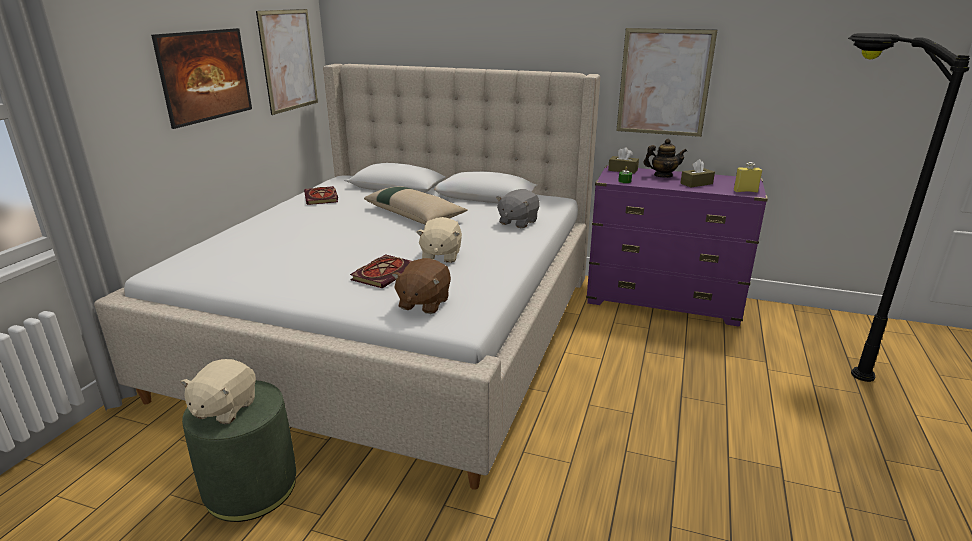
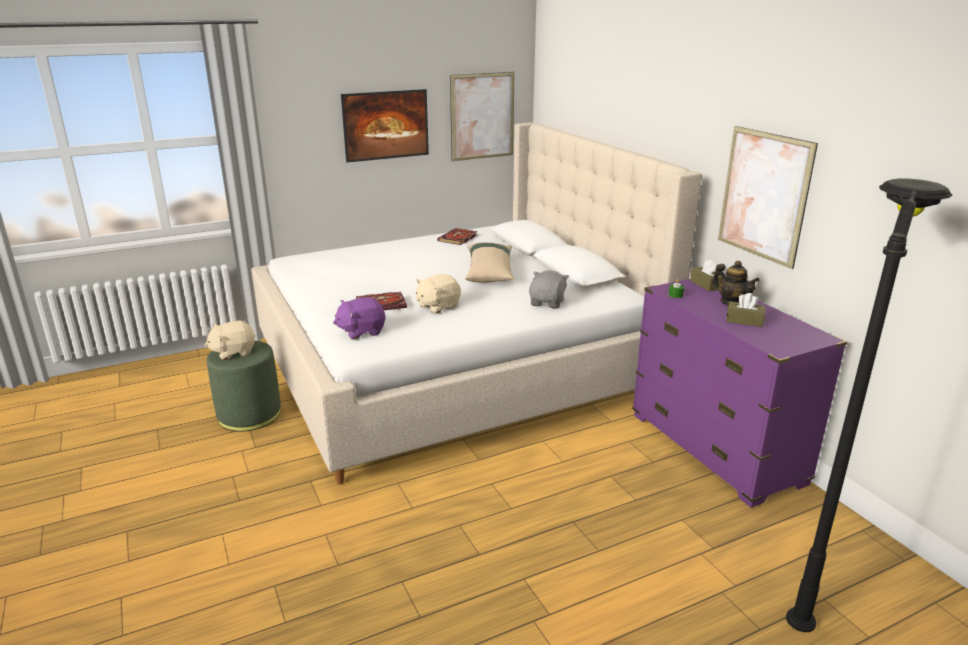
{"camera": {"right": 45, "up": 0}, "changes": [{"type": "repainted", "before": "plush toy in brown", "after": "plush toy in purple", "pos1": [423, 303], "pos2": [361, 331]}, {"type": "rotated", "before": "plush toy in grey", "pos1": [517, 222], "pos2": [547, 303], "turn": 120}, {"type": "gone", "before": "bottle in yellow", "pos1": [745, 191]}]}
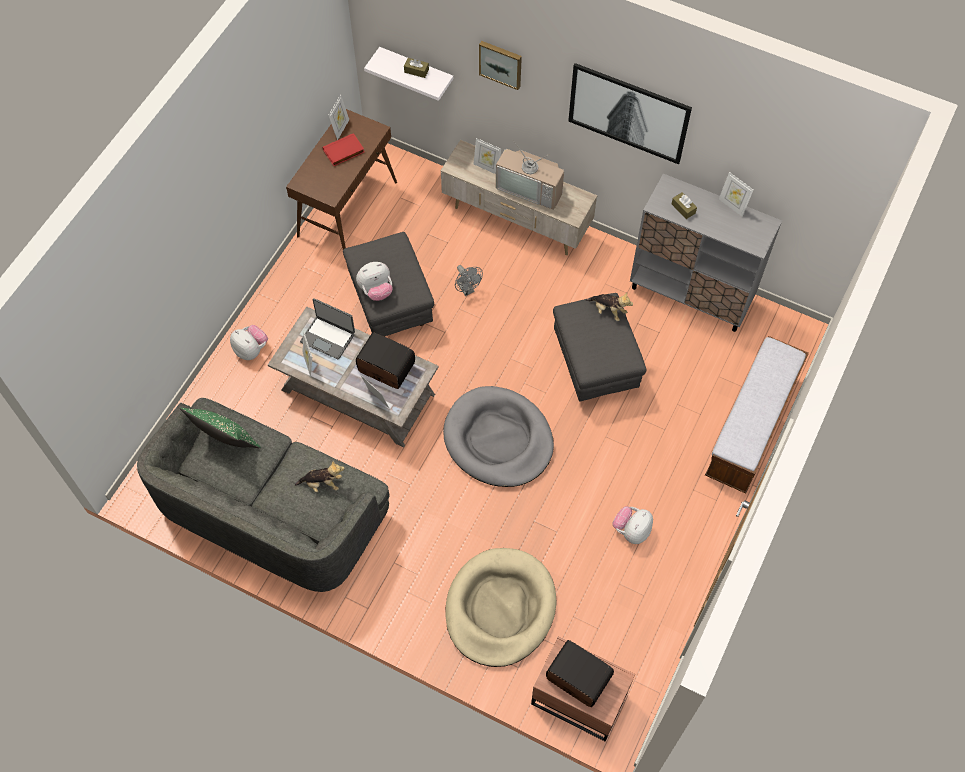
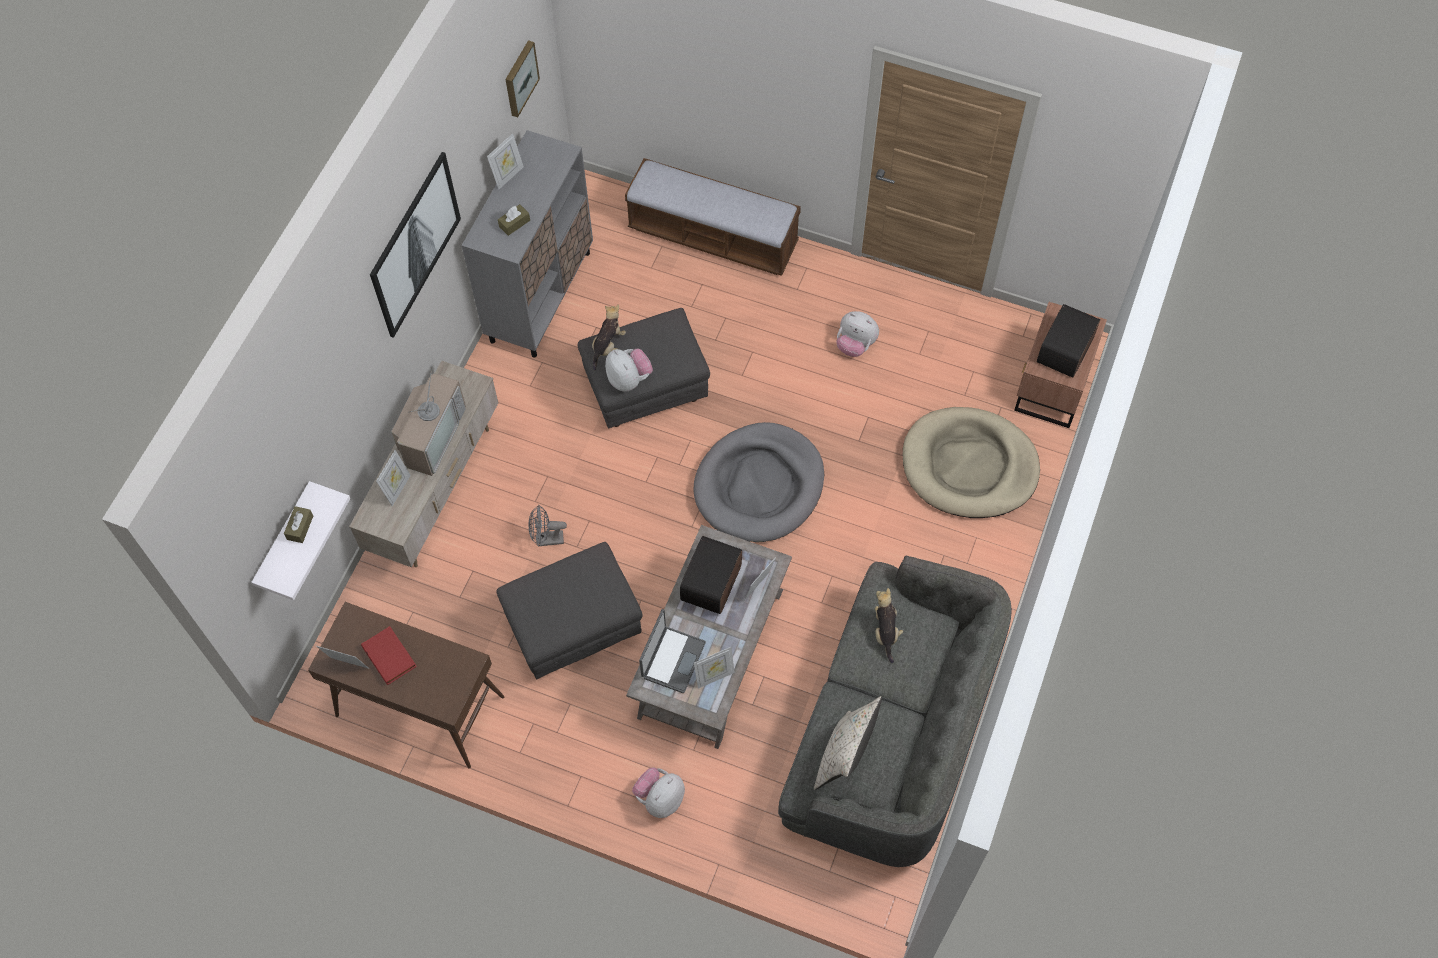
{"camera": {"right": -95, "up": 0}, "changes": [{"type": "shifted", "before": "picture", "pos1": [501, 63], "pos2": [519, 78]}, {"type": "rotated", "before": "fan in grey", "pos1": [467, 289], "pos2": [547, 540], "turn": -150}, {"type": "shifted", "before": "plush toy", "pos1": [376, 290], "pos2": [629, 379]}, {"type": "repainted", "before": "pillow in green", "after": "pillow in beige", "pos1": [226, 441], "pos2": [845, 756]}]}
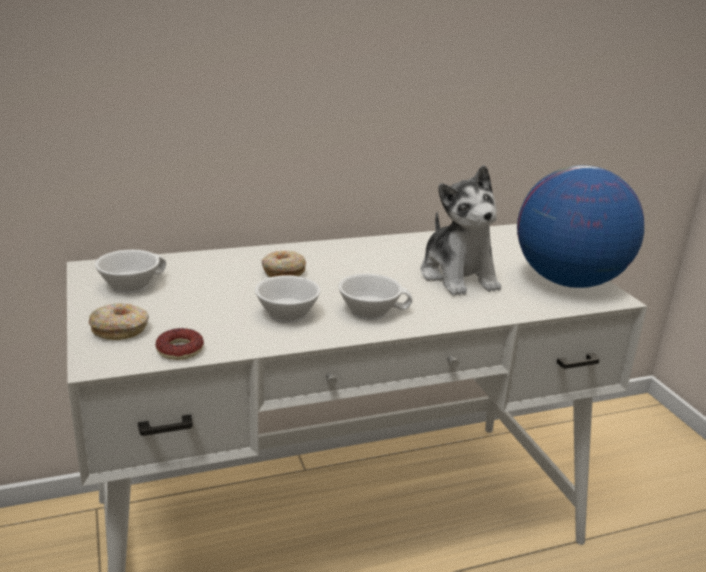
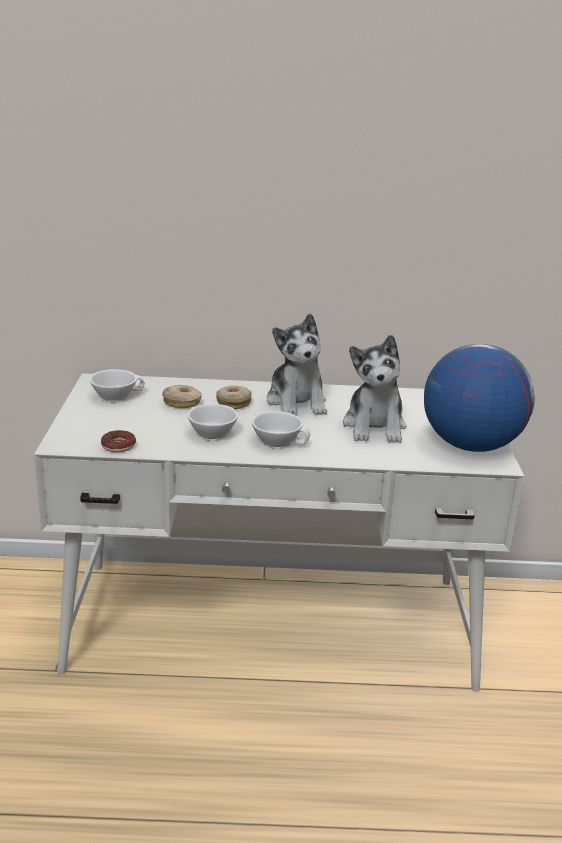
{"camera": {"right": 20, "up": 0}, "changes": [{"type": "shifted", "before": "donut", "pos1": [120, 329], "pos2": [182, 402]}, {"type": "new", "after": "plush toy", "pos2": [297, 402]}]}
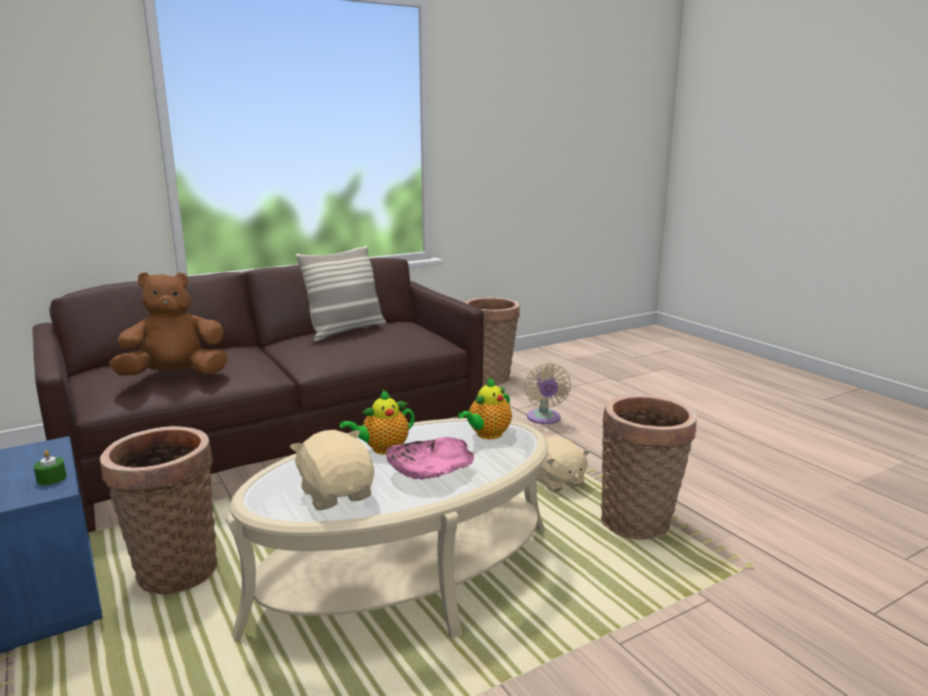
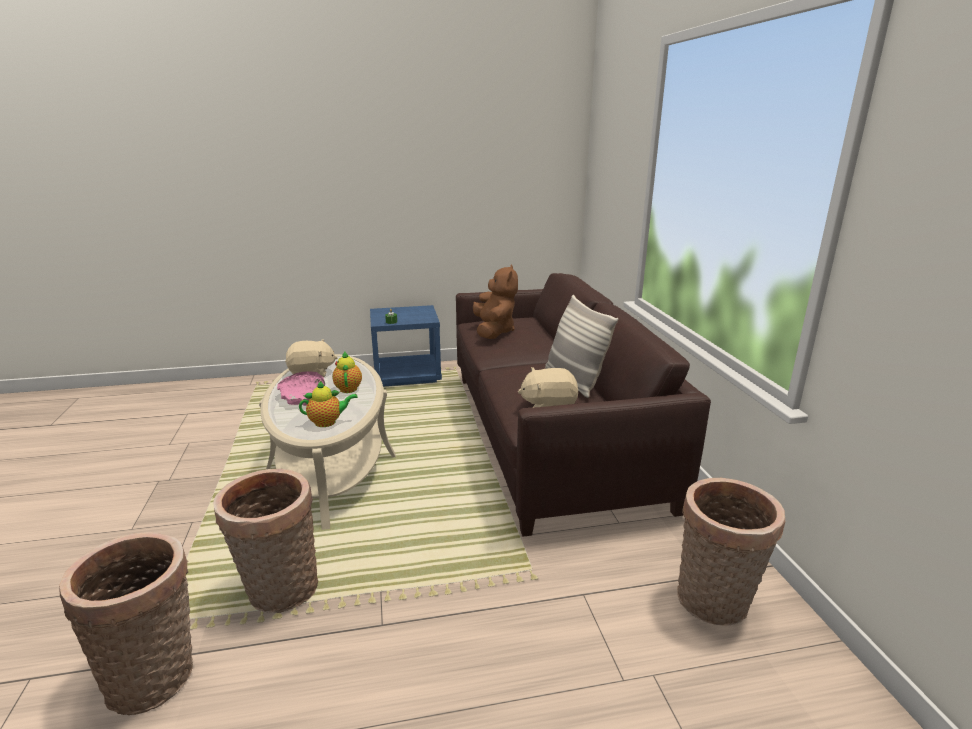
{"camera": {"right": 110, "up": 5}, "changes": [{"type": "shifted", "before": "basket", "pos1": [173, 569], "pos2": [156, 675]}, {"type": "rotated", "before": "teapot", "pos1": [487, 435], "pos2": [328, 422], "turn": 105}, {"type": "shifted", "before": "plush toy in beige", "pos1": [557, 481], "pos2": [548, 406]}, {"type": "gone", "before": "fan in beige", "pos1": [544, 419]}]}
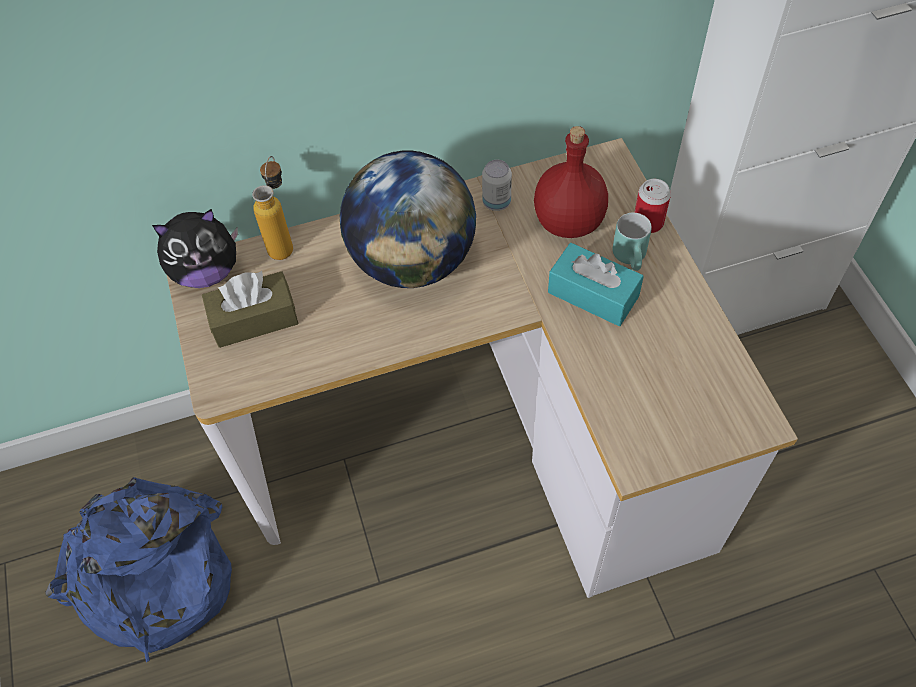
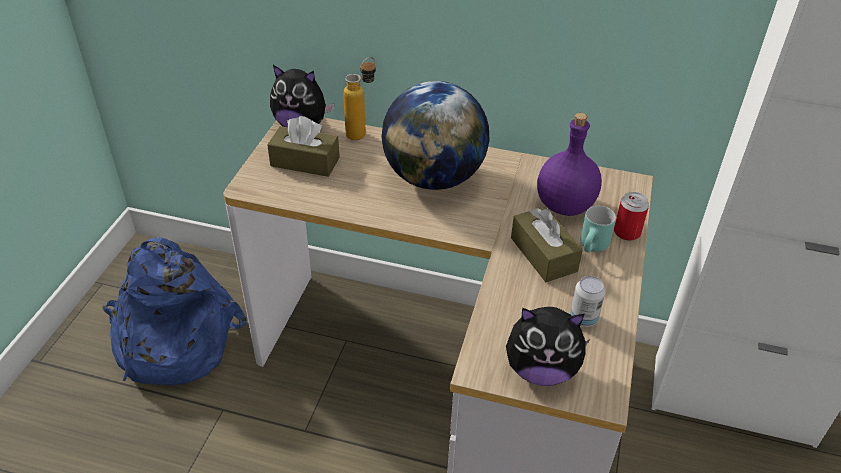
{"camera": {"right": 30, "up": -15}, "changes": [{"type": "new", "after": "plush toy", "pos2": [541, 370]}, {"type": "repainted", "before": "tissue box in turquoise", "after": "tissue box in brown", "pos1": [593, 294], "pos2": [543, 254]}, {"type": "repainted", "before": "bottle in red", "after": "bottle in purple", "pos1": [567, 222], "pos2": [564, 205]}, {"type": "shifted", "before": "can", "pos1": [496, 202], "pos2": [583, 318]}]}
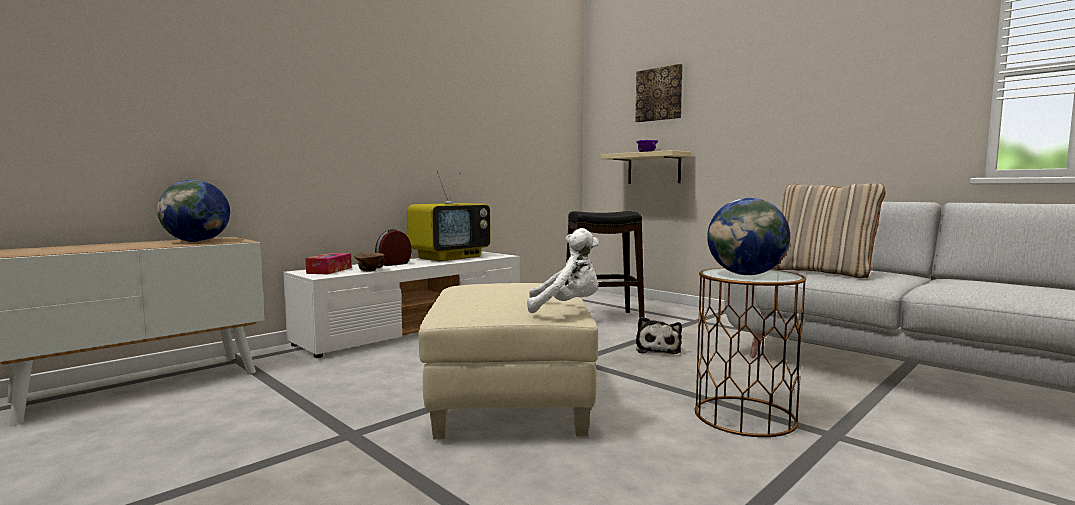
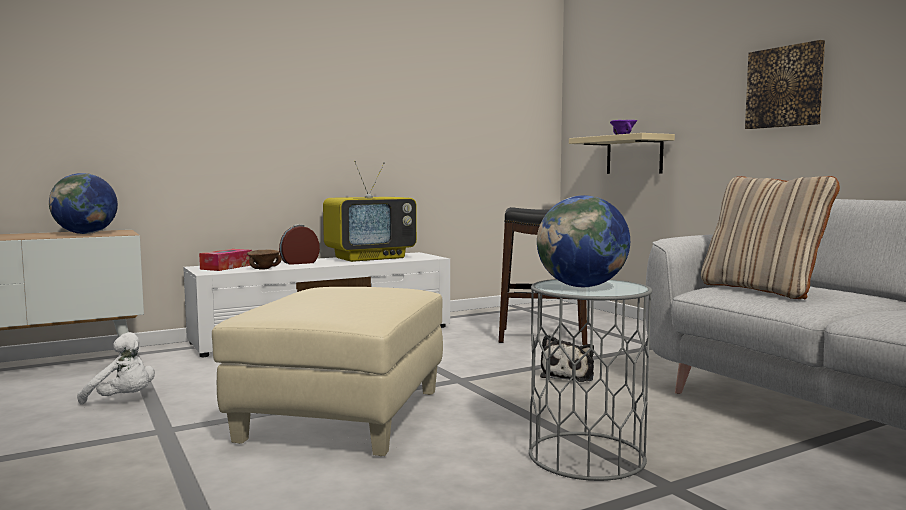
{"camera": {"right": 15, "up": 0}, "changes": [{"type": "shifted", "before": "plush toy in white", "pos1": [566, 307], "pos2": [123, 400]}, {"type": "repainted", "before": "side table in brown", "after": "side table in grey", "pos1": [745, 416], "pos2": [587, 456]}, {"type": "shifted", "before": "picture", "pos1": [659, 94], "pos2": [785, 87]}]}
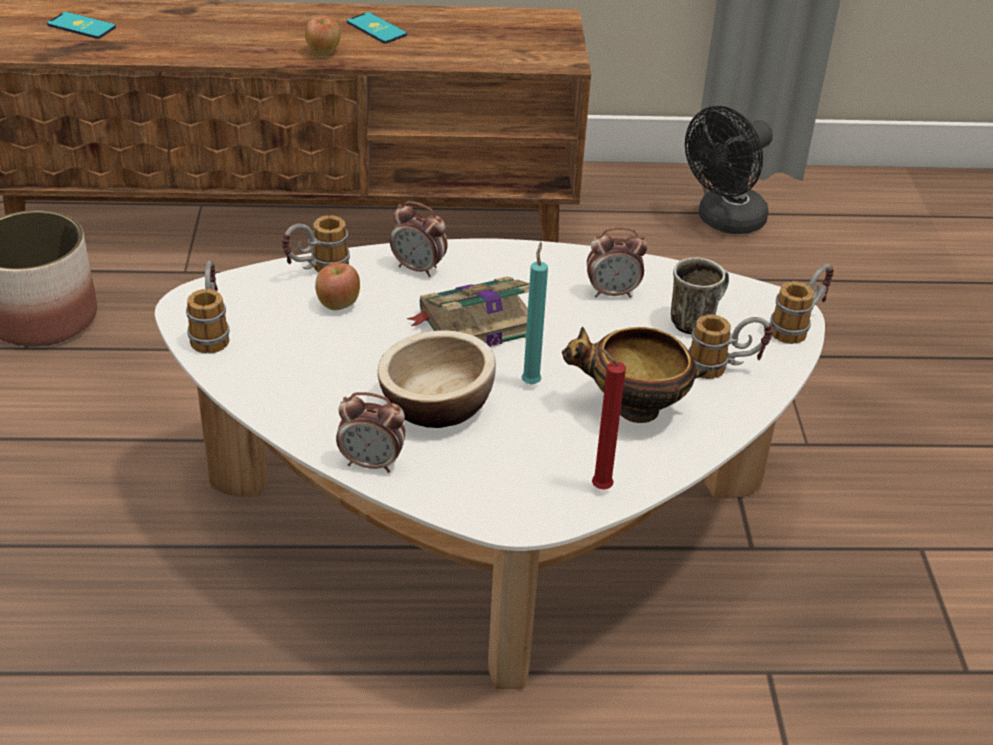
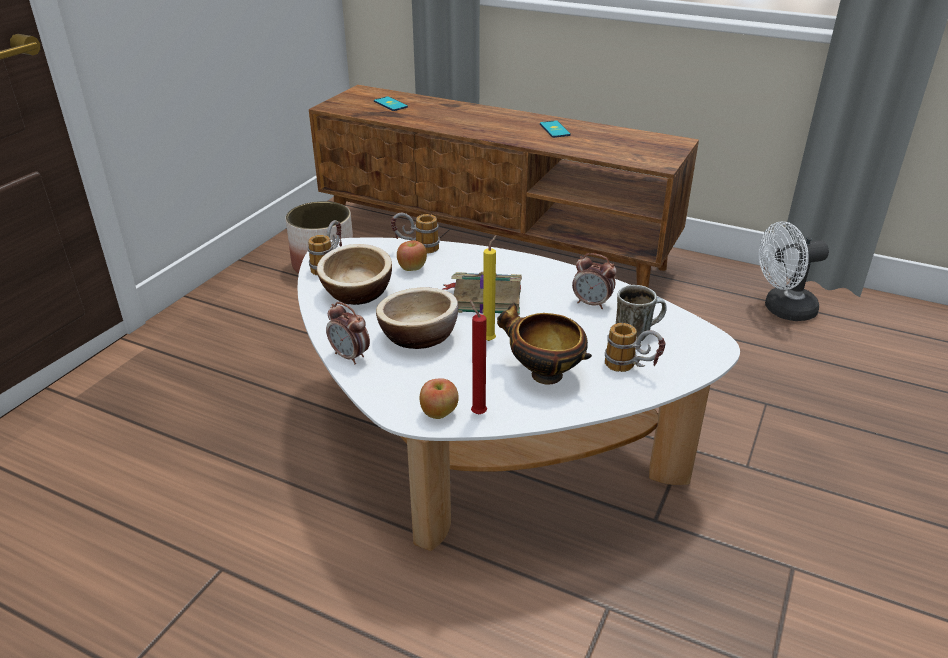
{"camera": {"right": 30, "up": -5}, "changes": [{"type": "new", "after": "bowl", "pos2": [357, 292]}, {"type": "shifted", "before": "apple", "pos1": [323, 52], "pos2": [439, 413]}, {"type": "repainted", "before": "candle in turquoise", "after": "candle in yellow", "pos1": [531, 382], "pos2": [490, 340]}, {"type": "repainted", "before": "fan in black", "after": "fan in white", "pos1": [724, 222], "pos2": [782, 310]}, {"type": "gone", "before": "alarm clock", "pos1": [418, 268]}, {"type": "gone", "before": "mug", "pos1": [799, 326]}]}
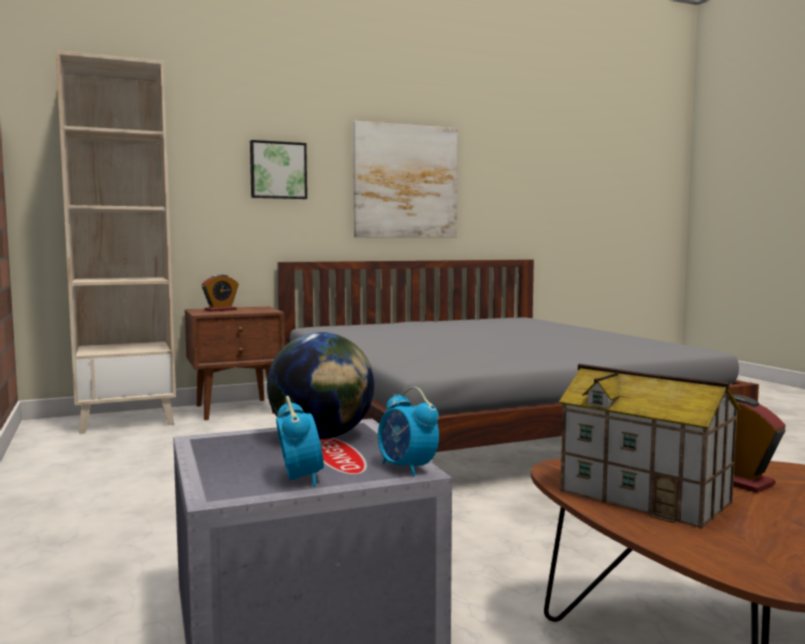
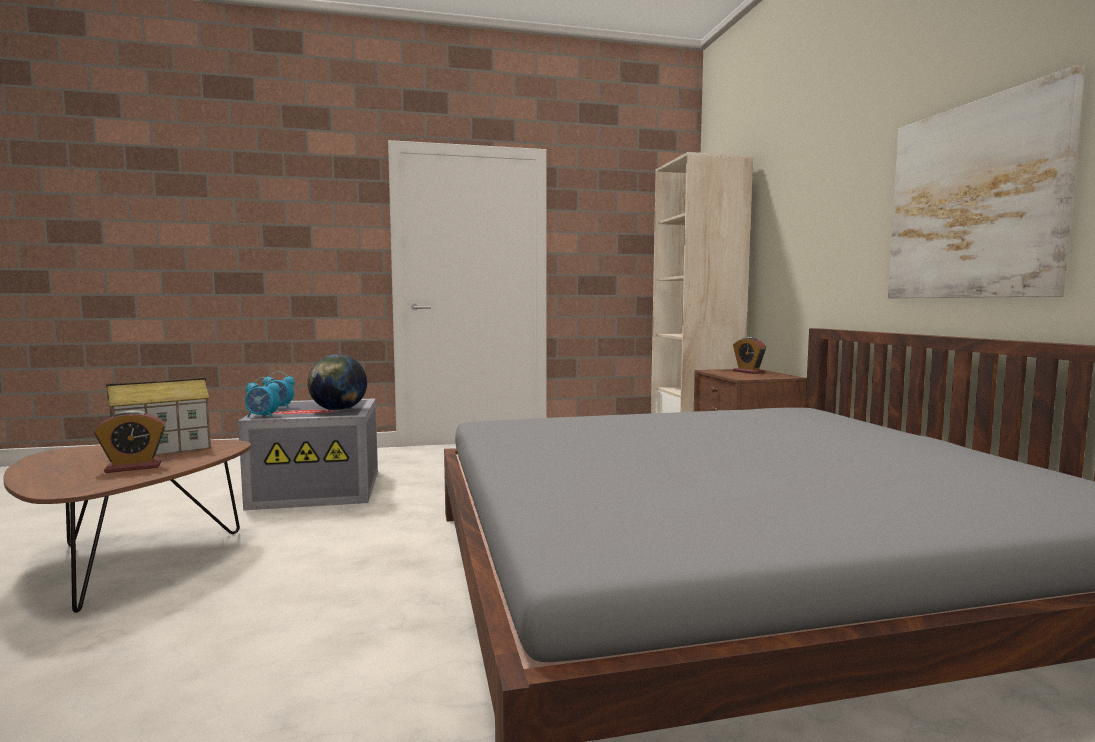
{"camera": {"right": 100, "up": 0}, "changes": [{"type": "rotated", "before": "alarm clock", "pos1": [407, 468], "pos2": [263, 416], "turn": -150}, {"type": "gone", "before": "picture", "pos1": [278, 170]}]}
